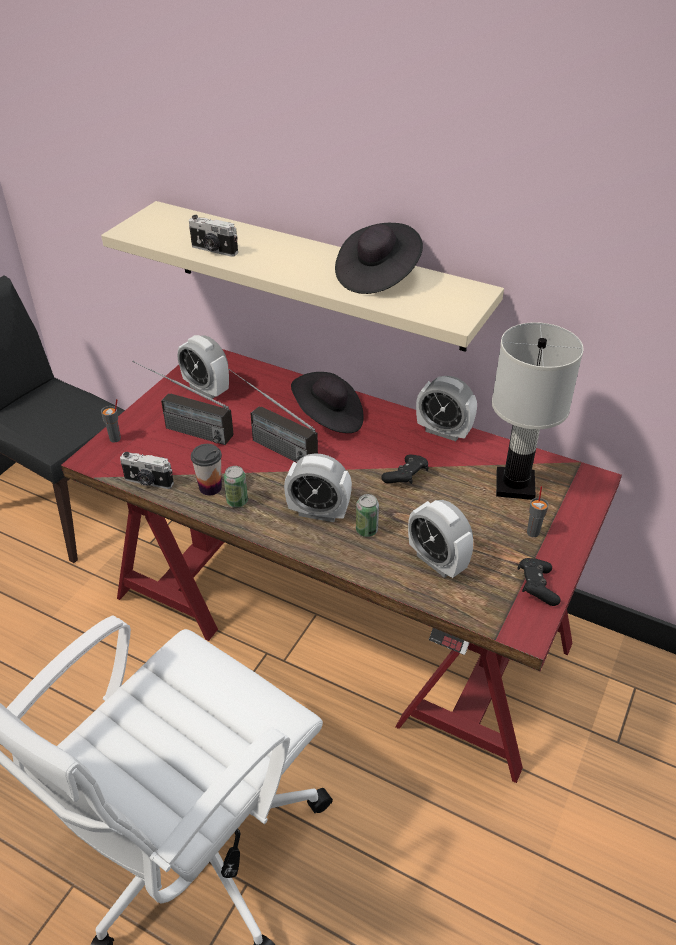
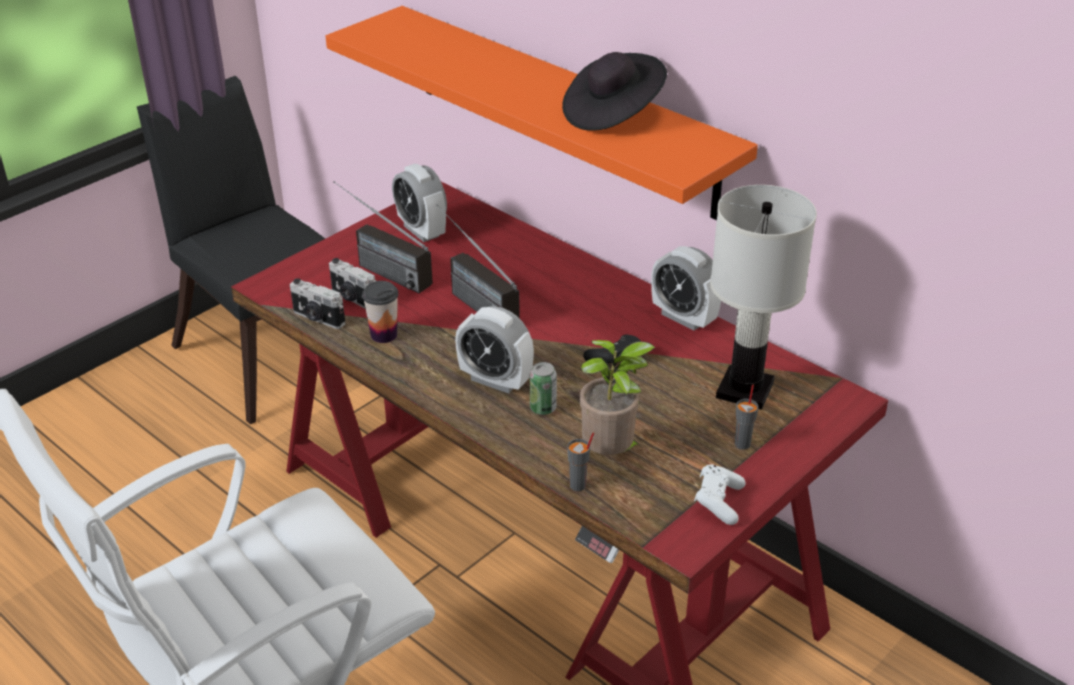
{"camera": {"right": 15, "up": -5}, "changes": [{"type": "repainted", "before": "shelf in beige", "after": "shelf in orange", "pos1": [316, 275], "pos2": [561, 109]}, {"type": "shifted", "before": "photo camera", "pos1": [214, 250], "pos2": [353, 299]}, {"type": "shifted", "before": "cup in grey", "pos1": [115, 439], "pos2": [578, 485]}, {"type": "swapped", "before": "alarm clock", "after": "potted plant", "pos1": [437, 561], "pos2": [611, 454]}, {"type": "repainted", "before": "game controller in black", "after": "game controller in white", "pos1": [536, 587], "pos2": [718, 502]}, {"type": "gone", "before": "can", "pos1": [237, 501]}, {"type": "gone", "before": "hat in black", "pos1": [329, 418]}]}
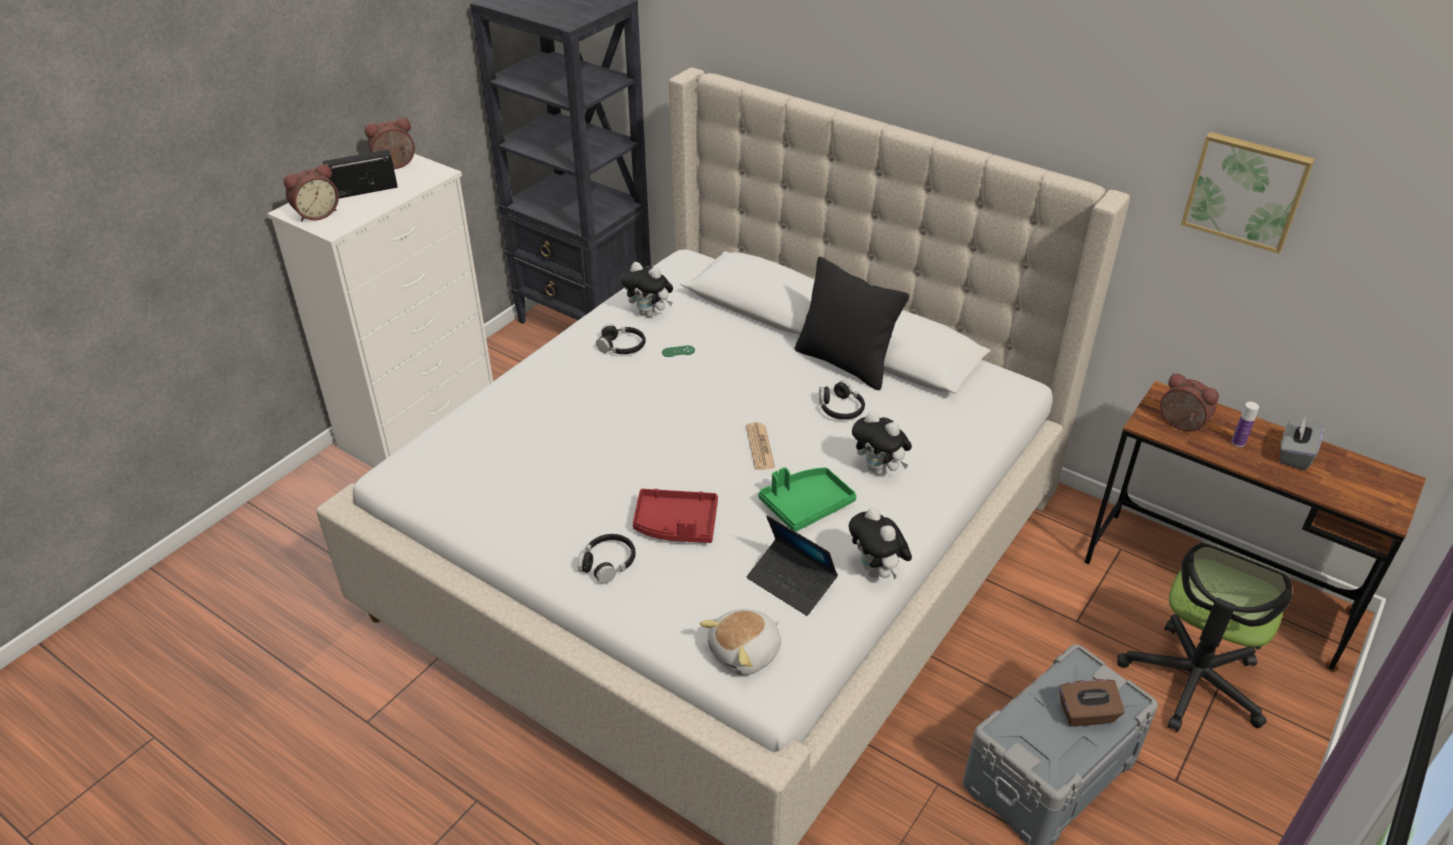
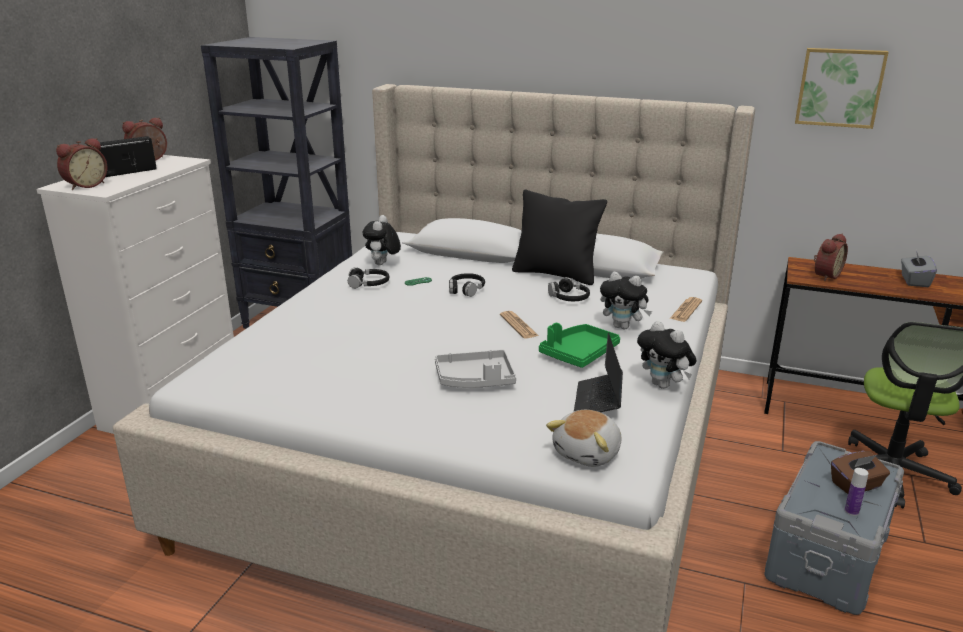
{"camera": {"right": -15, "up": -15}, "changes": [{"type": "rotated", "before": "plush toy", "pos1": [650, 313], "pos2": [382, 264], "turn": 90}, {"type": "repainted", "before": "tray in red", "after": "tray in grey", "pos1": [676, 525], "pos2": [475, 380]}, {"type": "shifted", "before": "headphones in black", "pos1": [608, 563], "pos2": [466, 289]}, {"type": "rotated", "before": "laptop", "pos1": [791, 583], "pos2": [598, 401], "turn": 75}, {"type": "new", "after": "newspaper", "pos2": [686, 310]}, {"type": "rotated", "before": "alarm clock", "pos1": [1180, 425], "pos2": [825, 275], "turn": 105}, {"type": "shifted", "before": "bottle", "pos1": [1238, 442], "pos2": [851, 511]}]}
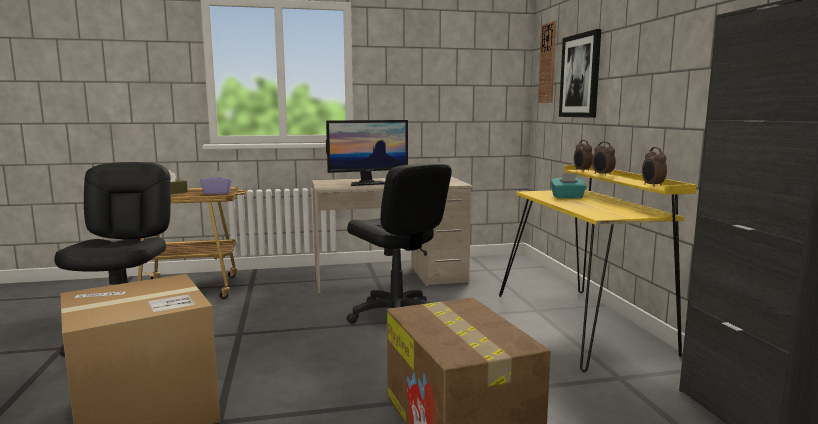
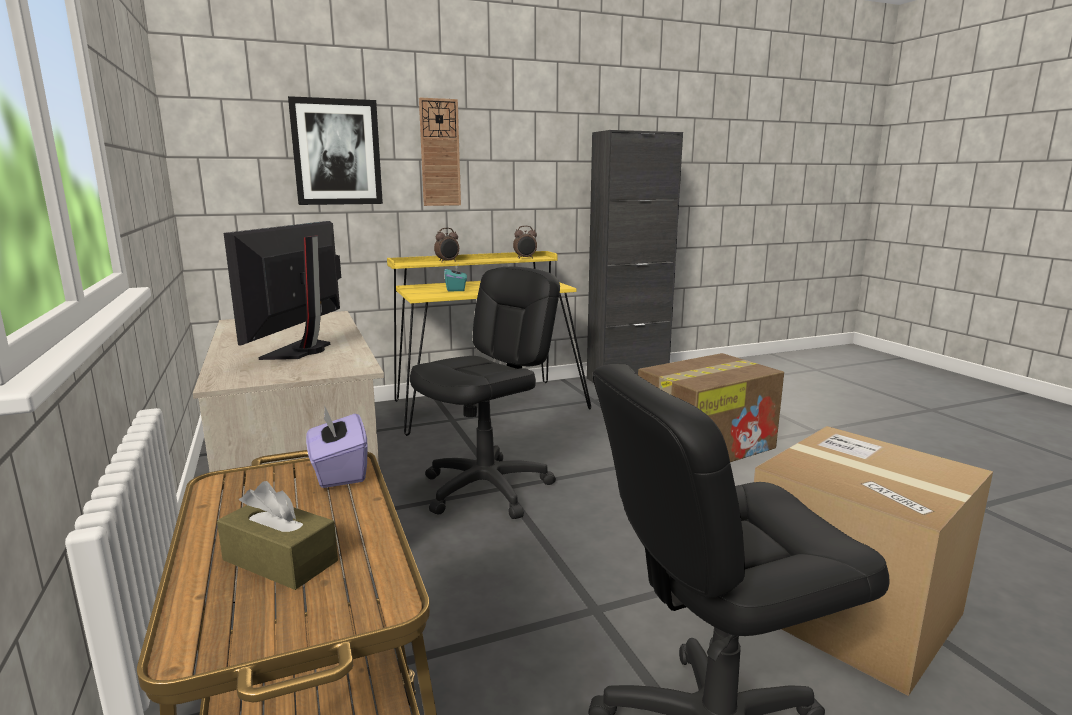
{"camera": {"right": -100, "up": 5}, "changes": [{"type": "rotated", "before": "monitor", "pos1": [367, 183], "pos2": [302, 350], "turn": -135}, {"type": "shifted", "before": "wall clock", "pos1": [547, 63], "pos2": [440, 153]}, {"type": "gone", "before": "alarm clock", "pos1": [581, 171]}]}
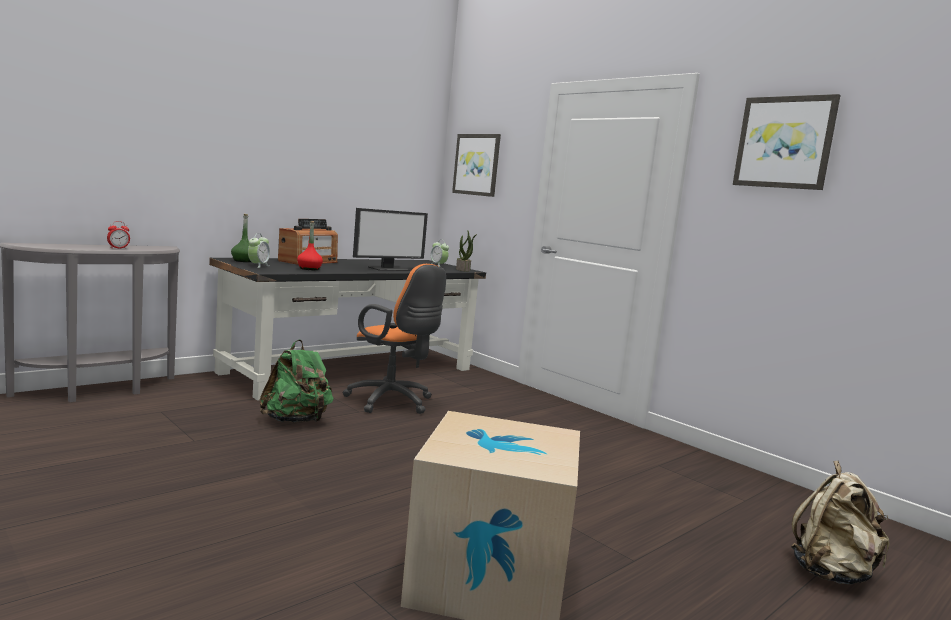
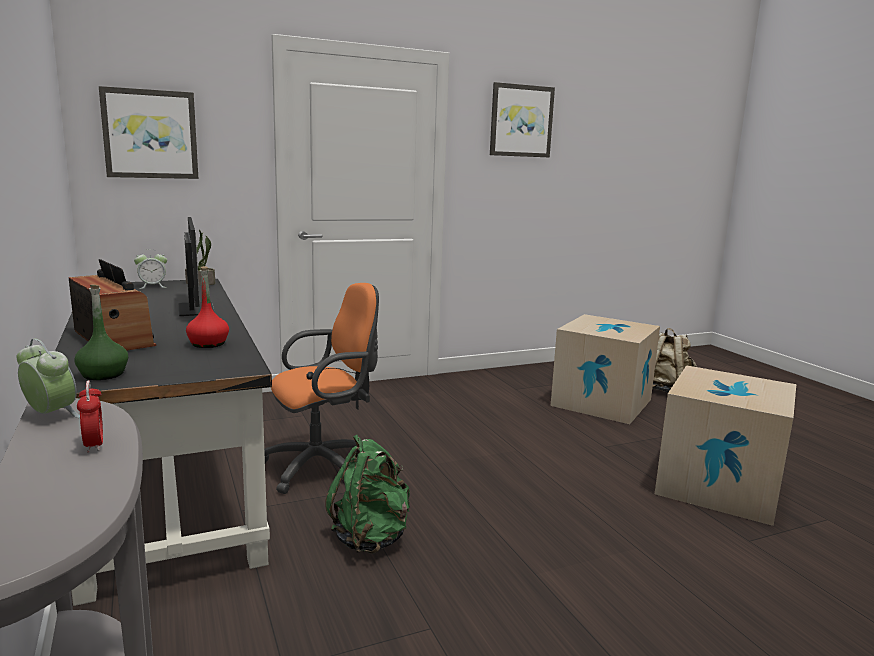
{"camera": {"right": -70, "up": 5}, "changes": [{"type": "shifted", "before": "alarm clock", "pos1": [258, 266], "pos2": [51, 415]}, {"type": "new", "after": "cardboard box", "pos2": [601, 402]}]}
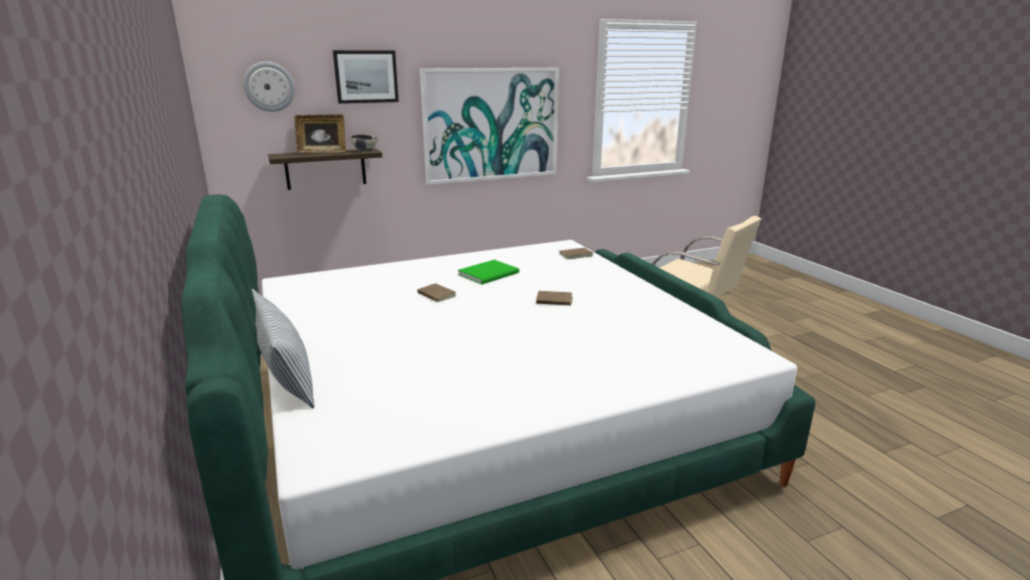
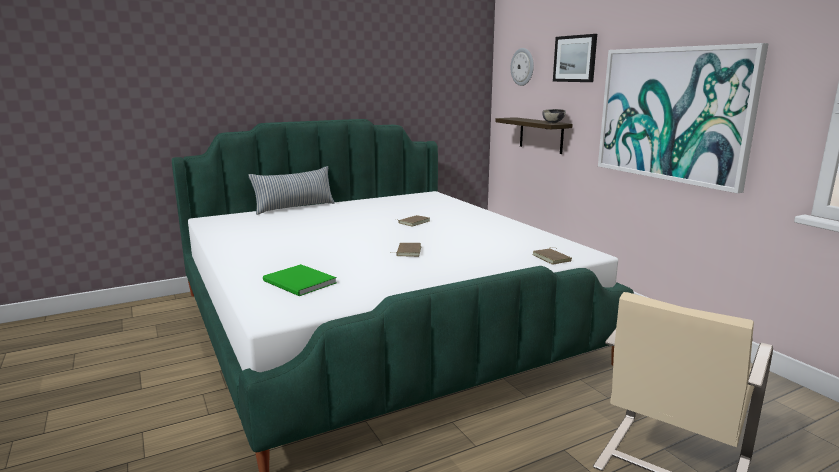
{"camera": {"right": 85, "up": -5}, "changes": [{"type": "shifted", "before": "book in green", "pos1": [490, 273], "pos2": [299, 283]}, {"type": "gone", "before": "picture frame", "pos1": [322, 152]}]}
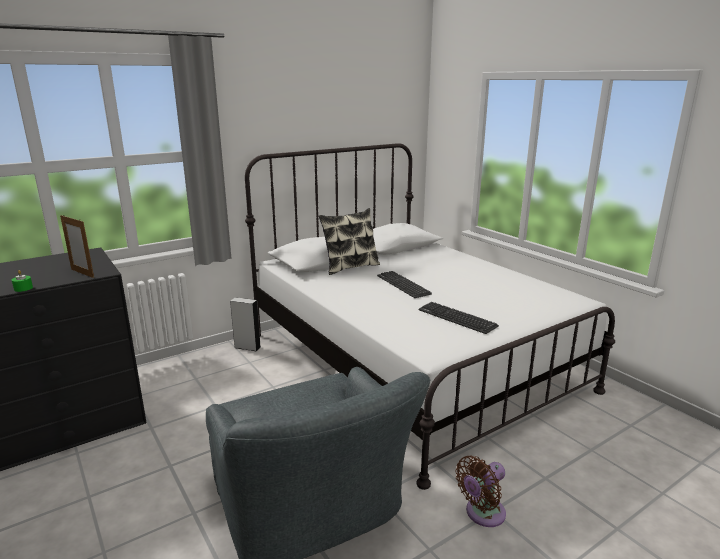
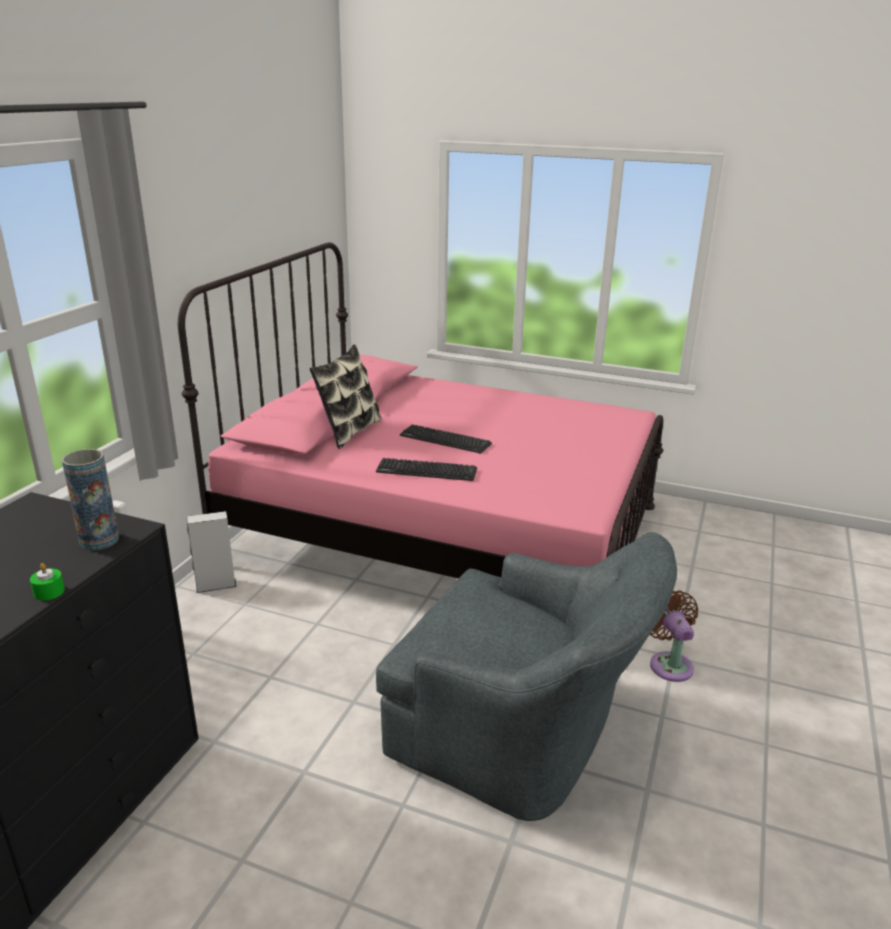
{"camera": {"right": -35, "up": 5}, "changes": [{"type": "swapped", "before": "picture frame", "after": "vase", "pos1": [82, 273], "pos2": [99, 540]}, {"type": "repainted", "before": "bed in white", "after": "bed in pink", "pos1": [411, 361], "pos2": [445, 534]}, {"type": "shifted", "before": "keyboard", "pos1": [457, 318], "pos2": [426, 471]}, {"type": "rotated", "before": "fan in brown", "pos1": [482, 514], "pos2": [669, 663], "turn": 150}]}
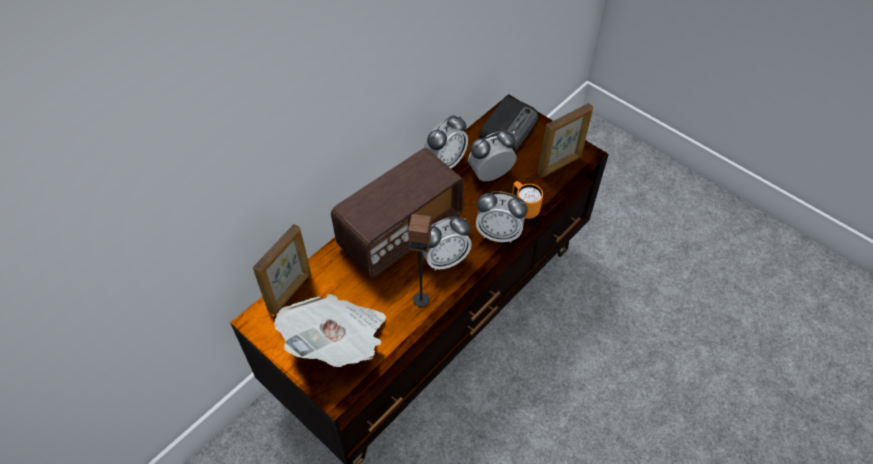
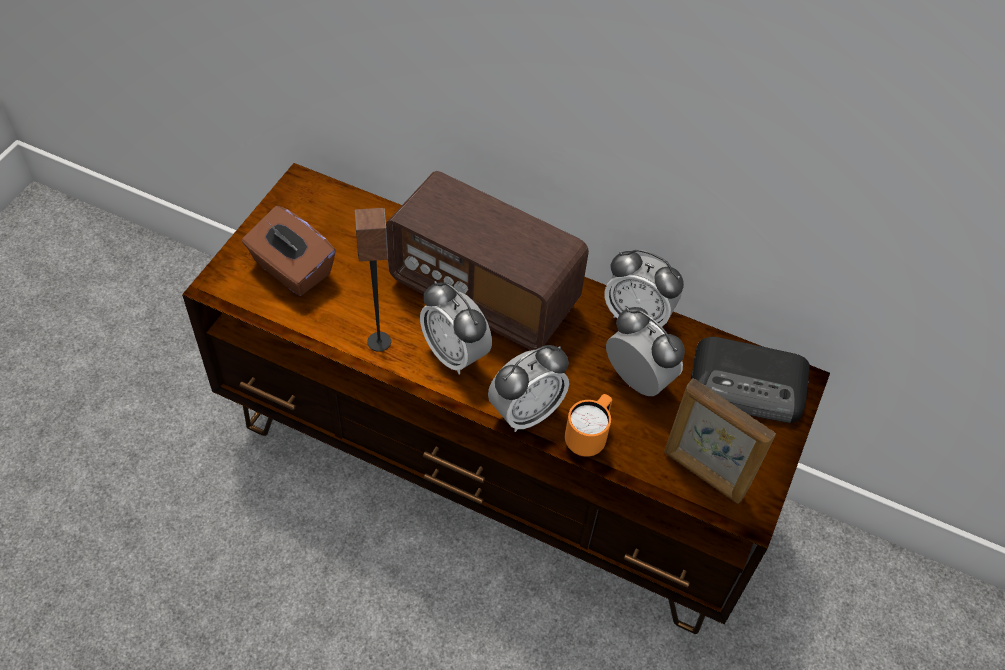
{"camera": {"right": 70, "up": 0}, "changes": [{"type": "swapped", "before": "newspaper", "after": "tissue box in brown", "pos1": [338, 341], "pos2": [291, 269]}, {"type": "rotated", "before": "alarm clock", "pos1": [498, 234], "pos2": [525, 412], "turn": -120}, {"type": "gone", "before": "picture frame", "pos1": [291, 292]}]}
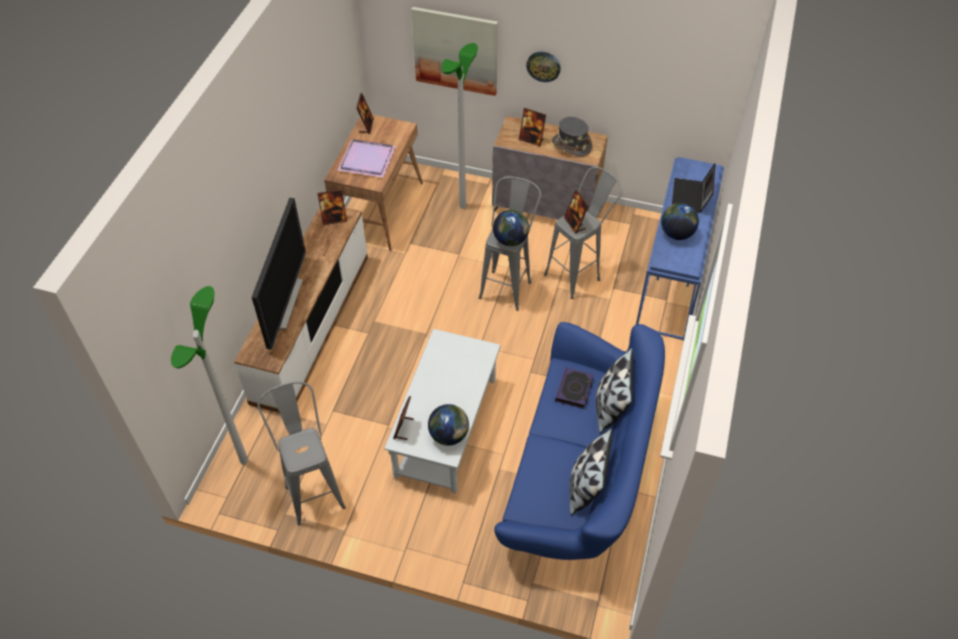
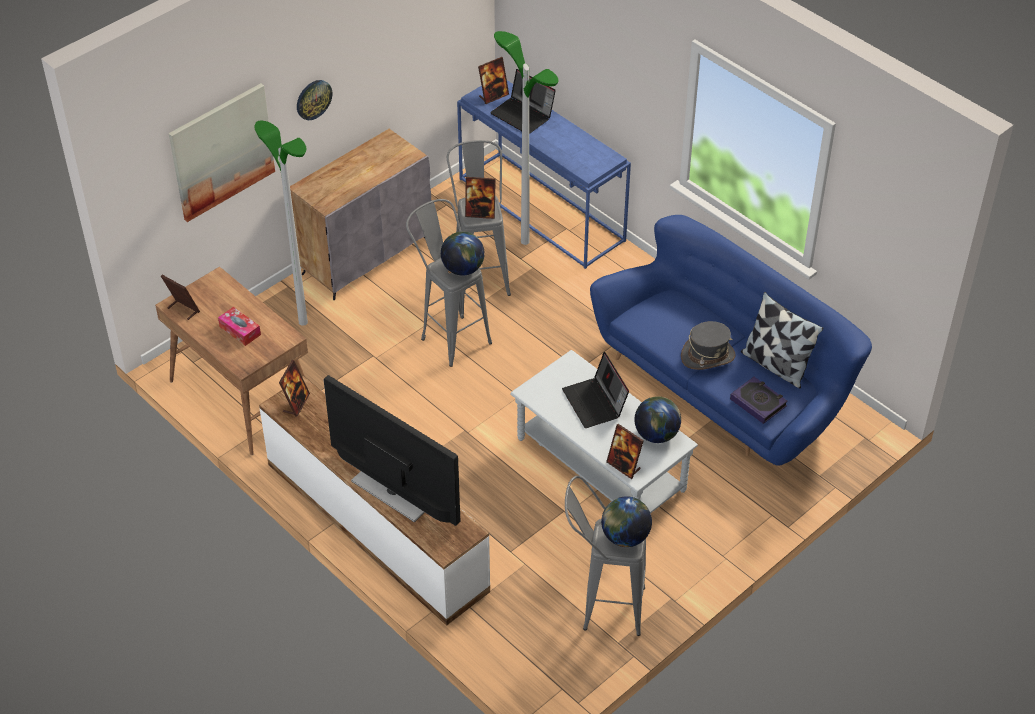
{"camera": {"right": -60, "up": -5}, "changes": [{"type": "swapped", "before": "tray in purple", "after": "tissue box", "pos1": [366, 159], "pos2": [240, 330]}, {"type": "shifted", "before": "picture frame", "pos1": [531, 140], "pos2": [493, 96]}, {"type": "shifted", "before": "floor lamp", "pos1": [243, 460], "pos2": [524, 242]}, {"type": "new", "after": "laptop", "pos2": [595, 403]}, {"type": "shifted", "before": "globe", "pos1": [676, 233], "pos2": [625, 537]}, {"type": "shifted", "before": "hat in grey", "pos1": [571, 145], "pos2": [708, 356]}, {"type": "shifted", "before": "book", "pos1": [574, 390], "pos2": [758, 402]}, {"type": "gone", "before": "pillow", "pos1": [610, 407]}]}
